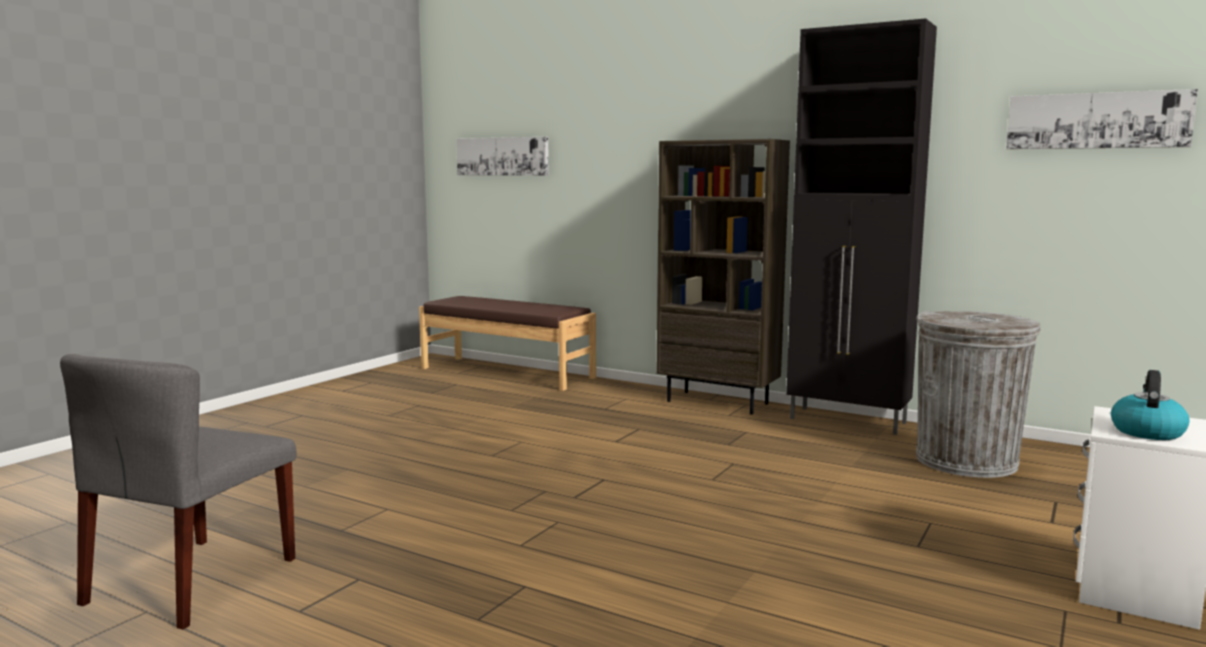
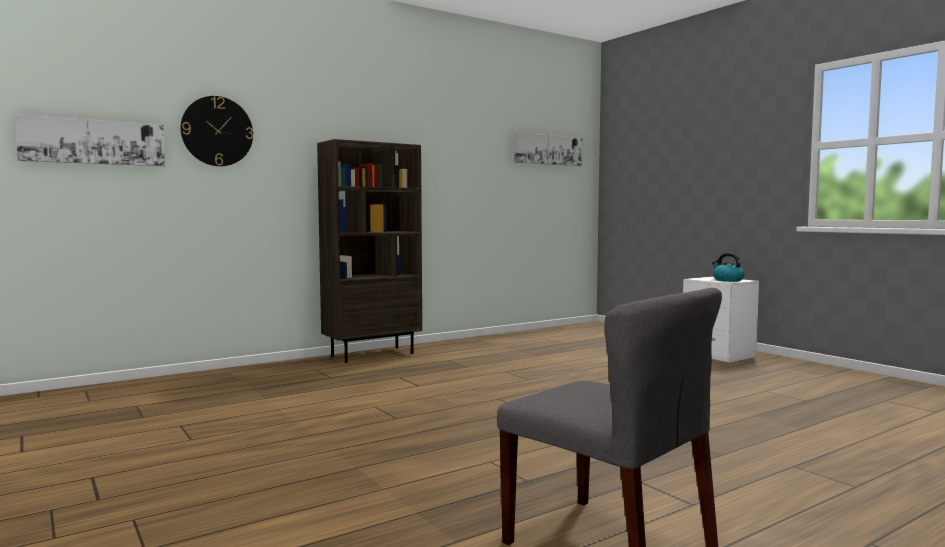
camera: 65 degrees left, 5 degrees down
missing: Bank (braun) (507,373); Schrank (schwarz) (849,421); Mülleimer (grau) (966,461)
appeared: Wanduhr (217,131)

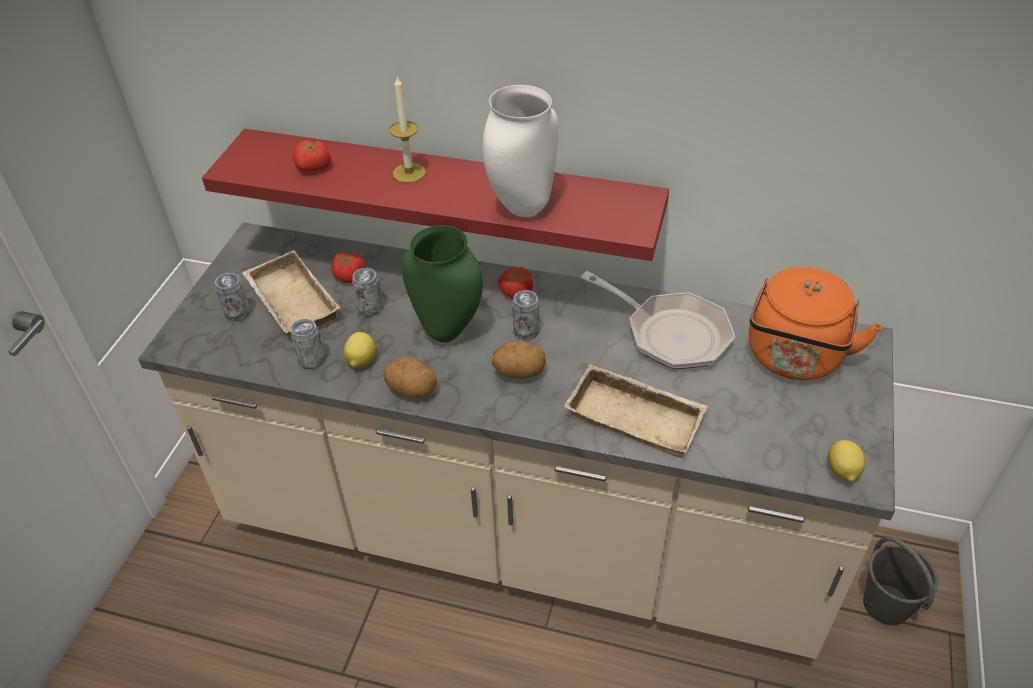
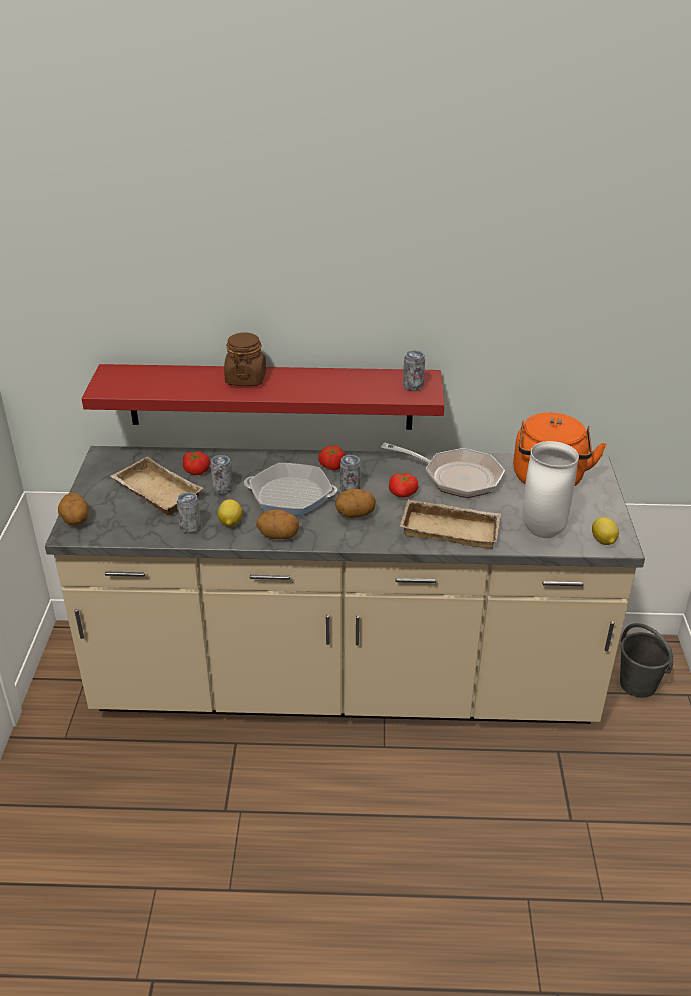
camera: 15 degrees left, 10 degrees down
appeared: Kartoffel (75,521)
relocated: Dose (238,313) to (413,386); Tomate (313,167) to (403,493); Vase (weiß) (523,209) to (543,532)
exchanged: Kerze (409,173) to Vorratsglas (braun) (246,379); Vase (grün) (449,330) to Pfanne (290,495)

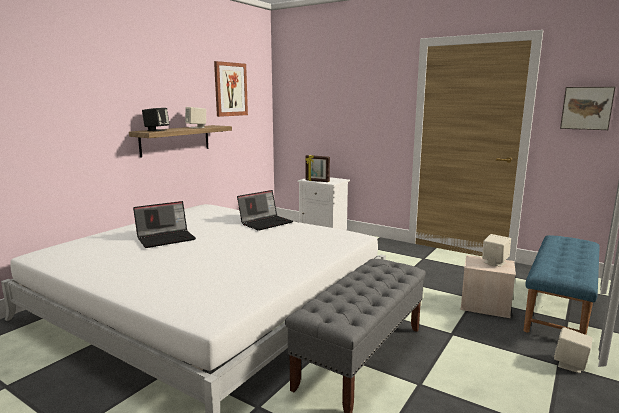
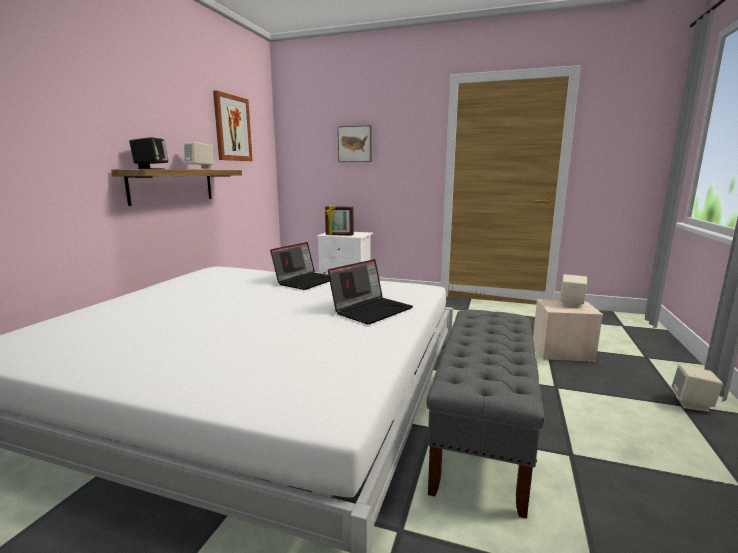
camera: 15 degrees left, 0 degrees up
missing: Bank (blau) (560,308)
relocated: Laptop (166,238) to (371,310); Bild (586,108) to (355,144)

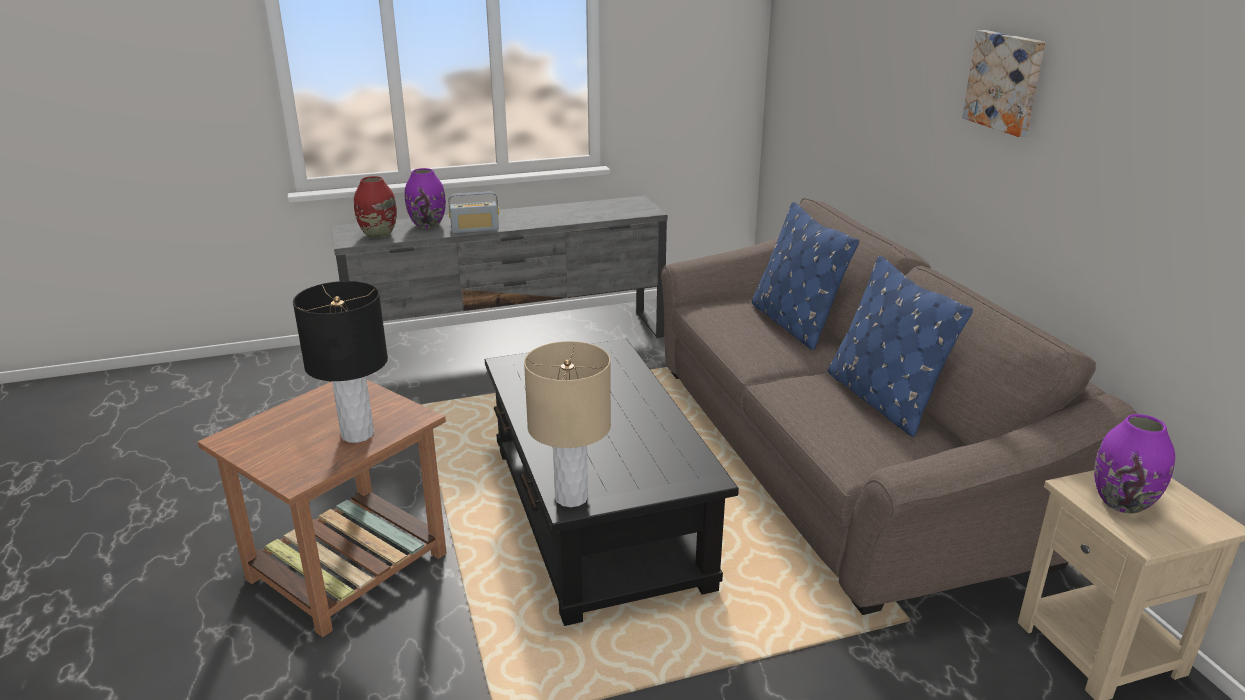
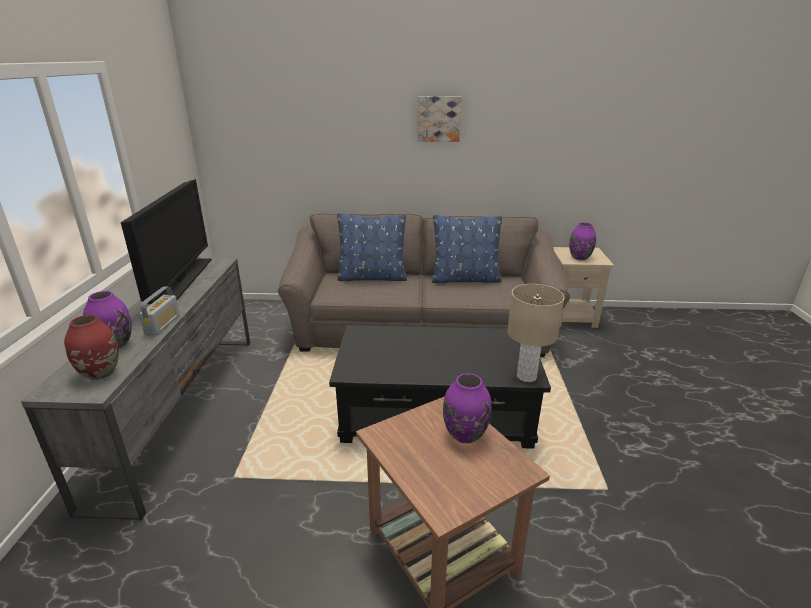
camera: 70 degrees left, 0 degrees up
appeared: Fernseher (181,282)
exchanged: Tischlampe (schwarz) (358,434) to Vase (lila) (464,434)

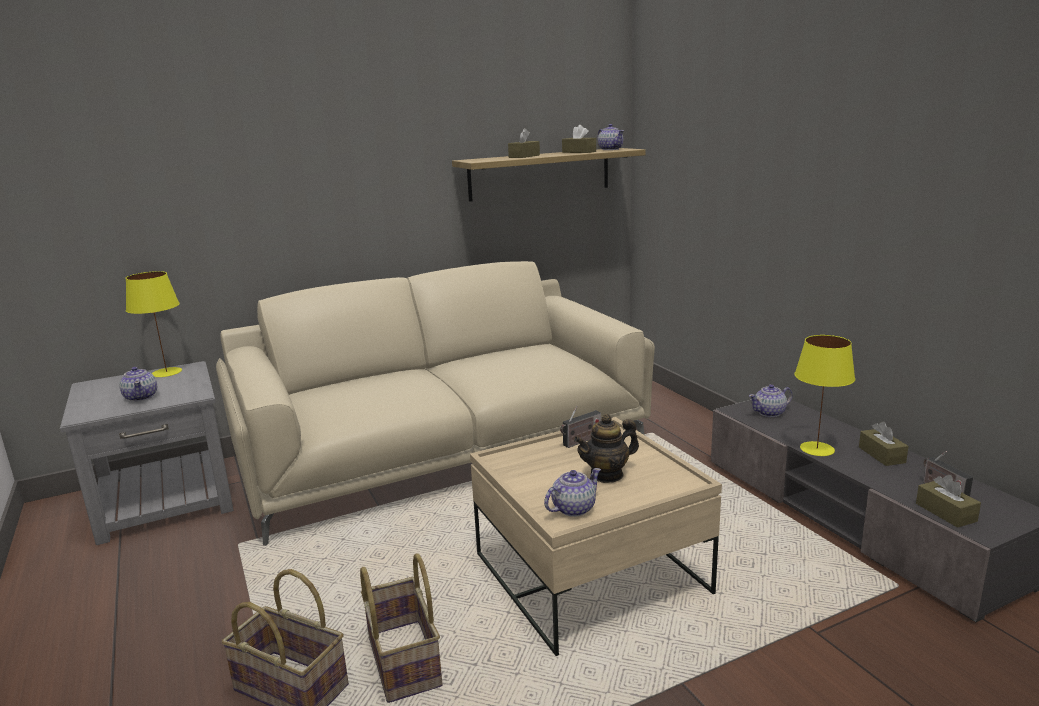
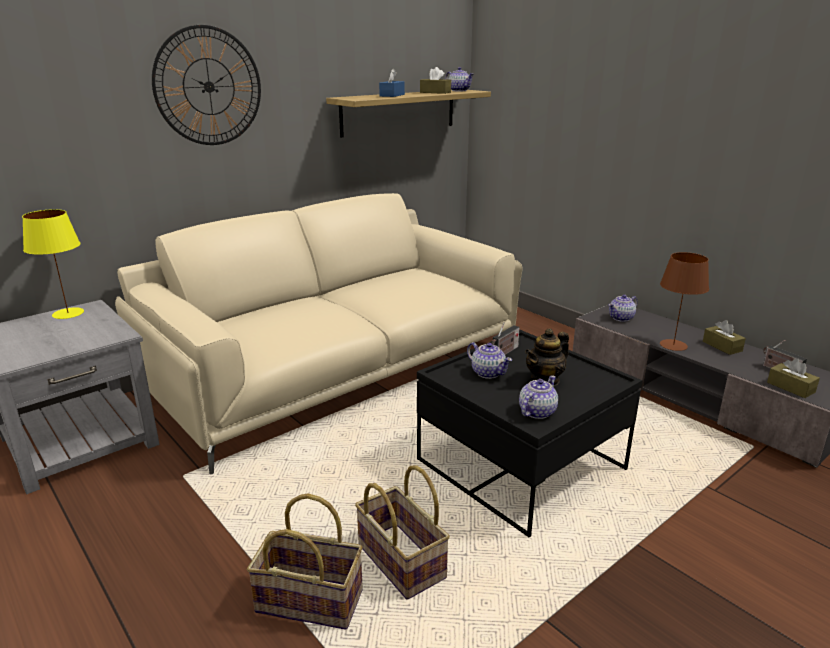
camera: 15 degrees left, 5 degrees up
appeared: Wanduhr (209,86)
relocated: Teekanne (141,397) to (488,373)
colour: Couchtisch (beige) (589,573) to Couchtisch (schwarz) (520,465); Taschentuchbox (braun) (524,156) to Taschentuchbox (blau) (392,95); Tischlampe (gelb) (816,448) to Tischlampe (braun) (673,345)

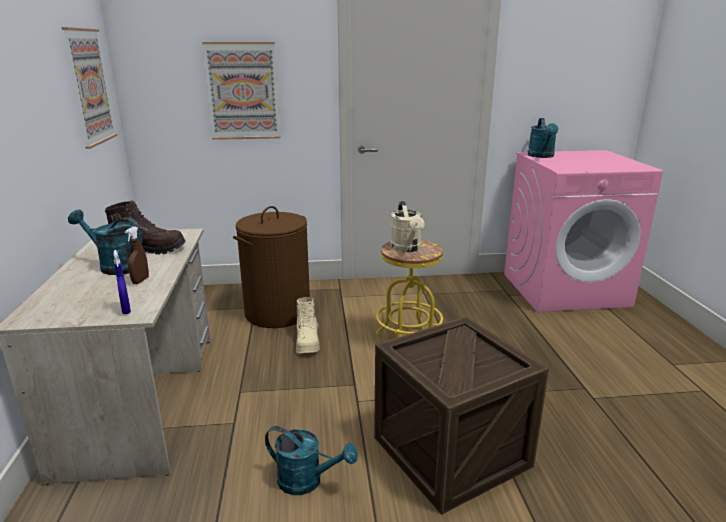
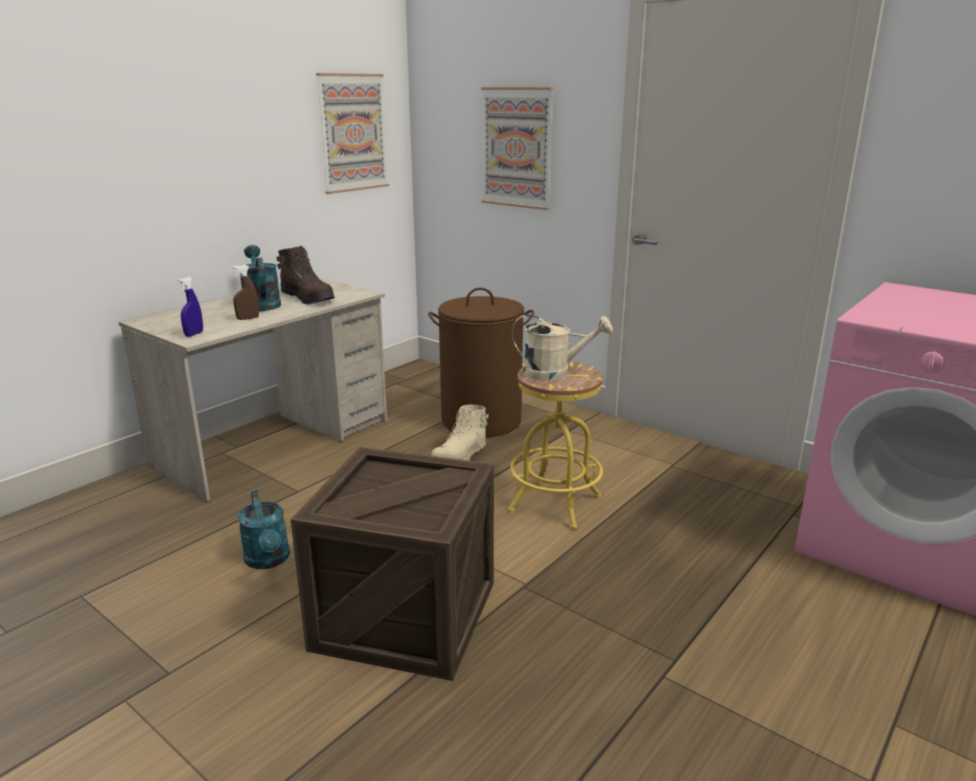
camera: 45 degrees right, 0 degrees up
missing: Gießkanne (türkis) (542,156)
spun: Gießkanne (beige) (407,249) = (555,373) 120 degrees counterclockwise

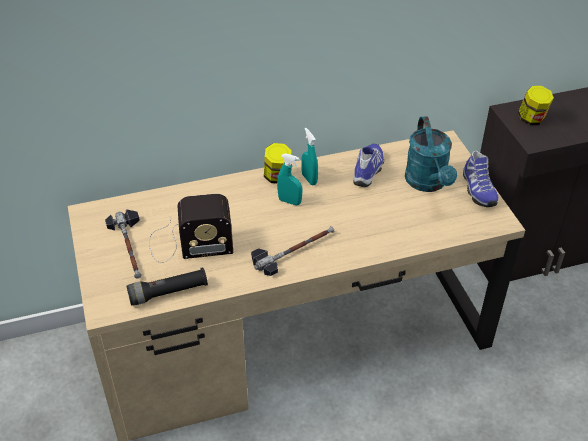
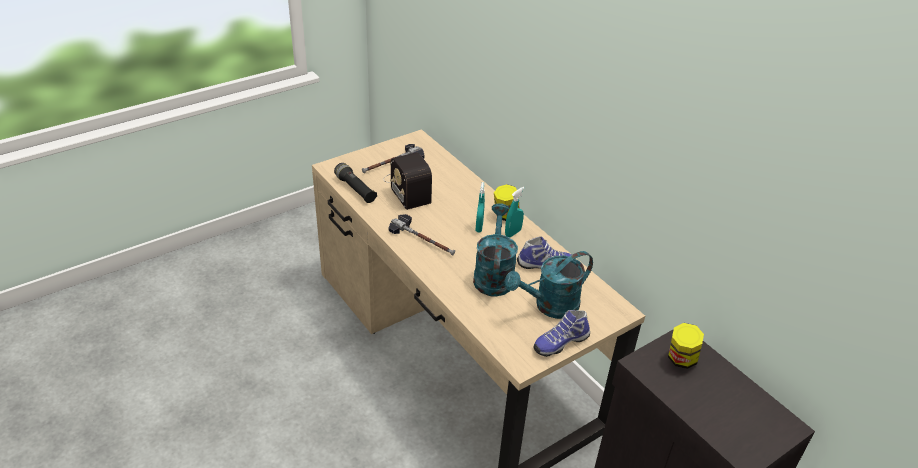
camera: 70 degrees right, 5 degrees down
appeared: Gießkanne (türkis) (493,275)

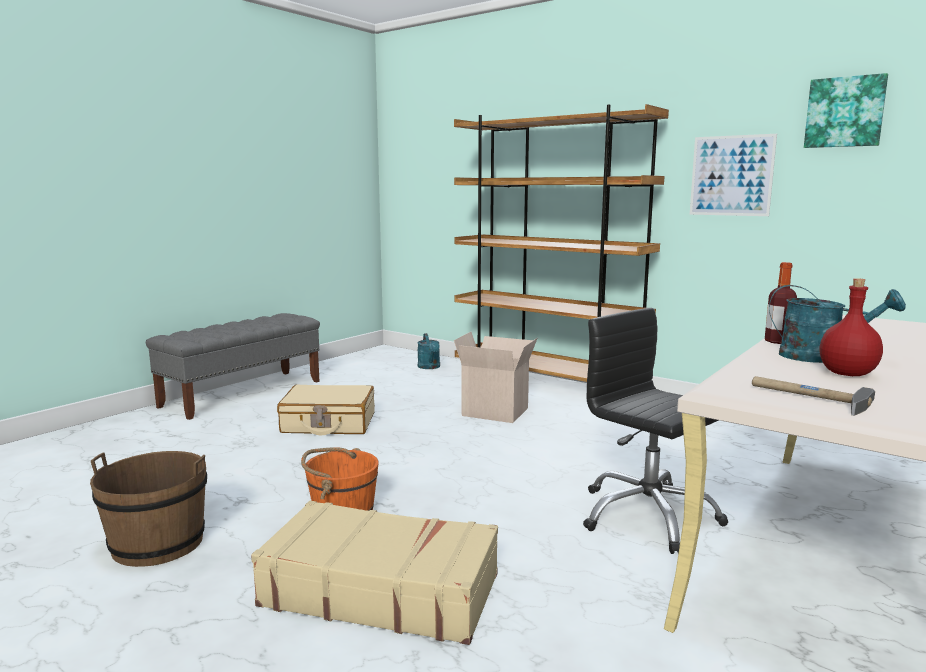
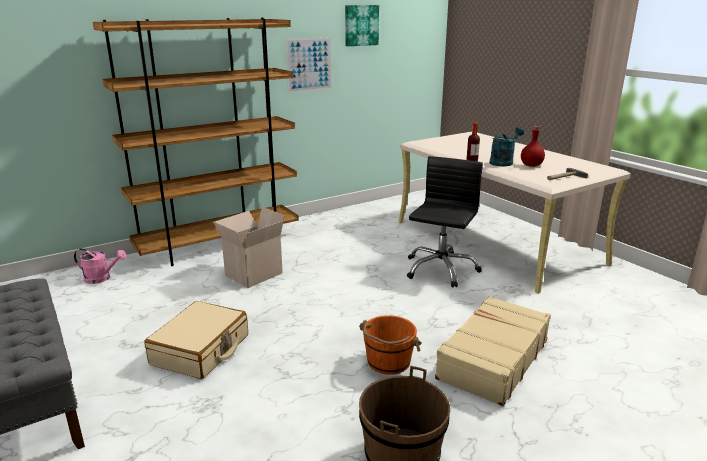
camera: 70 degrees left, 10 degrees up
colour: Gießkanne (türkis) (430,367) to Gießkanne (rosa) (102,278)
spun: Bürostuhl (schwarz) (647,516) = (440,269) 135 degrees clockwise

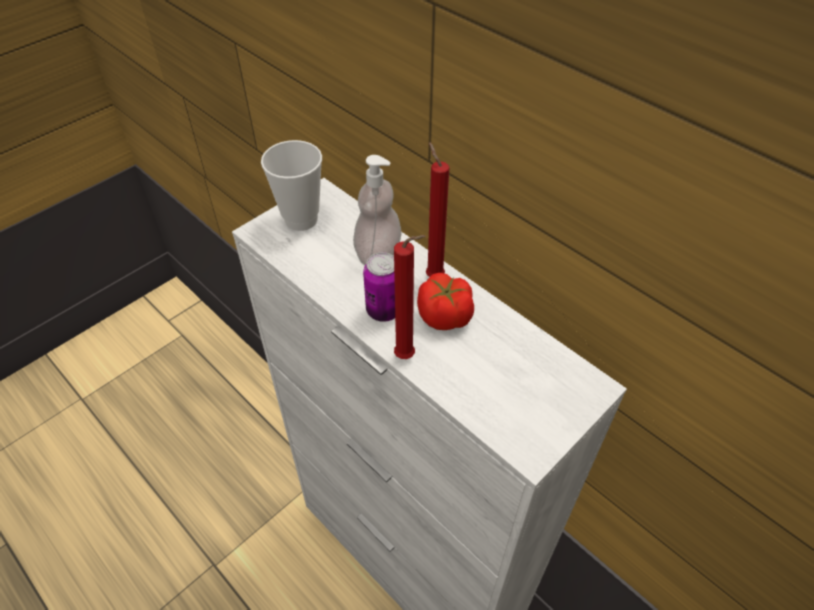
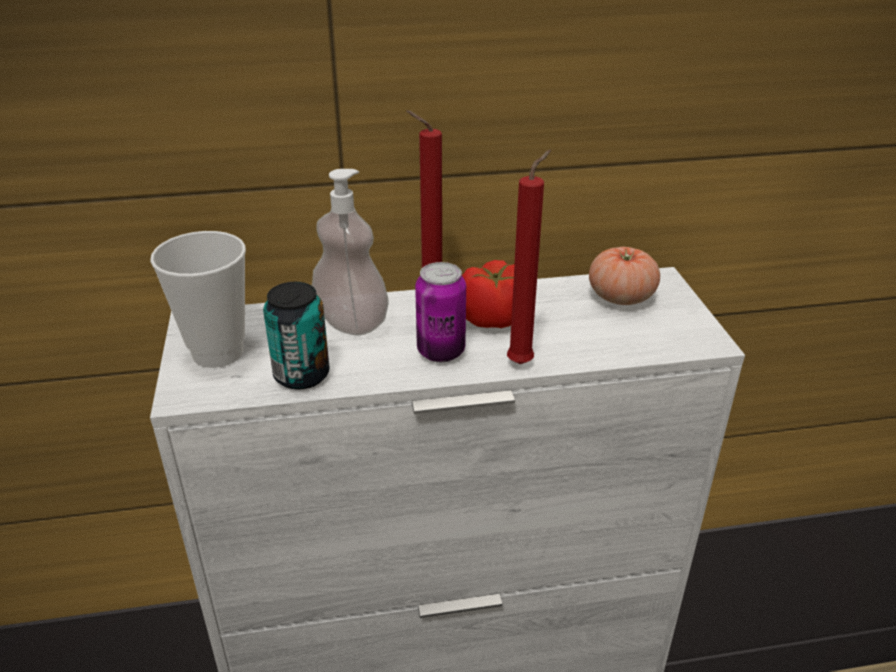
camera: 55 degrees left, 15 degrees down
appeared: Dose (301,375); Tomate (621,297)

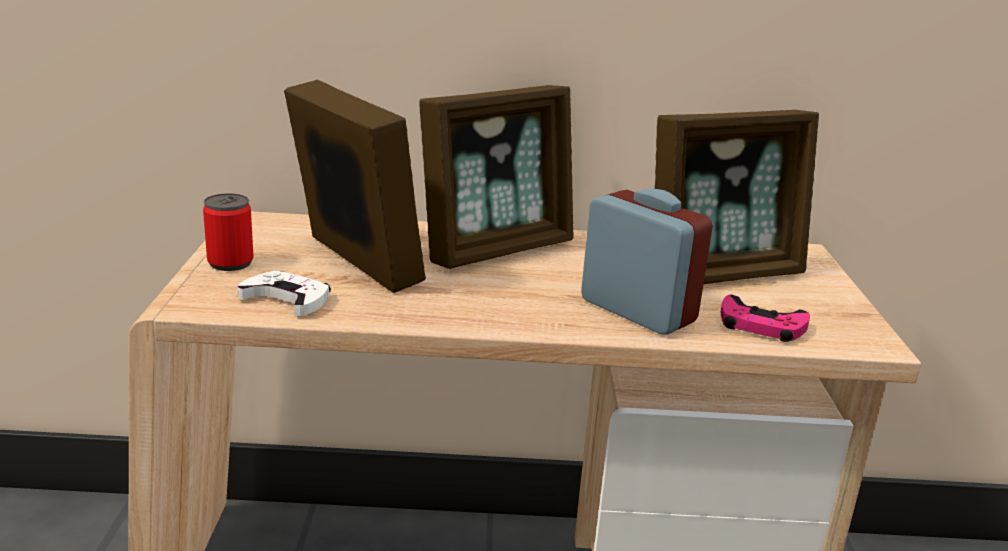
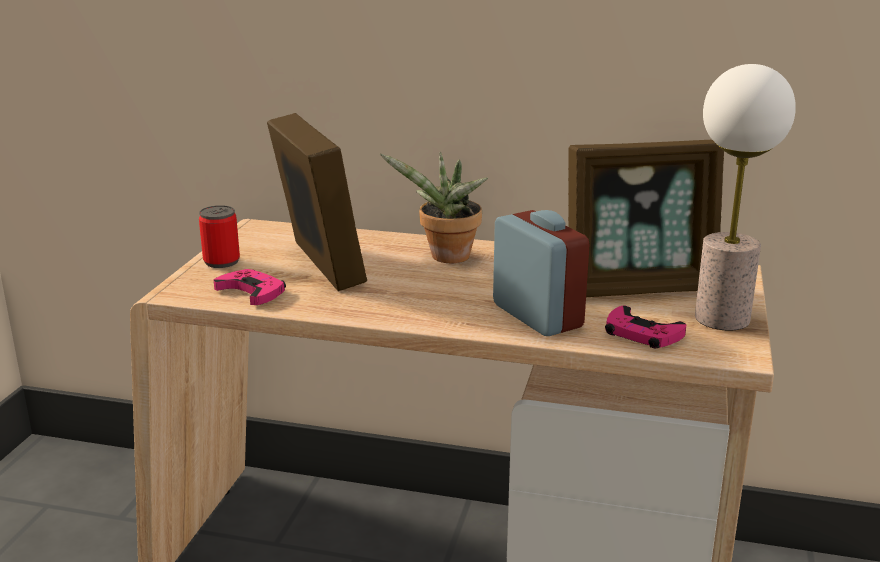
camera: 15 degrees right, 0 degrees up
appeared: Tischlampe (721,319)
exchanged: Bilderrahmen (497,249) to Topfpflanze (446,258)
colour: Gamepad (weiß) (287,299) to Gamepad (rosa) (252,292)

